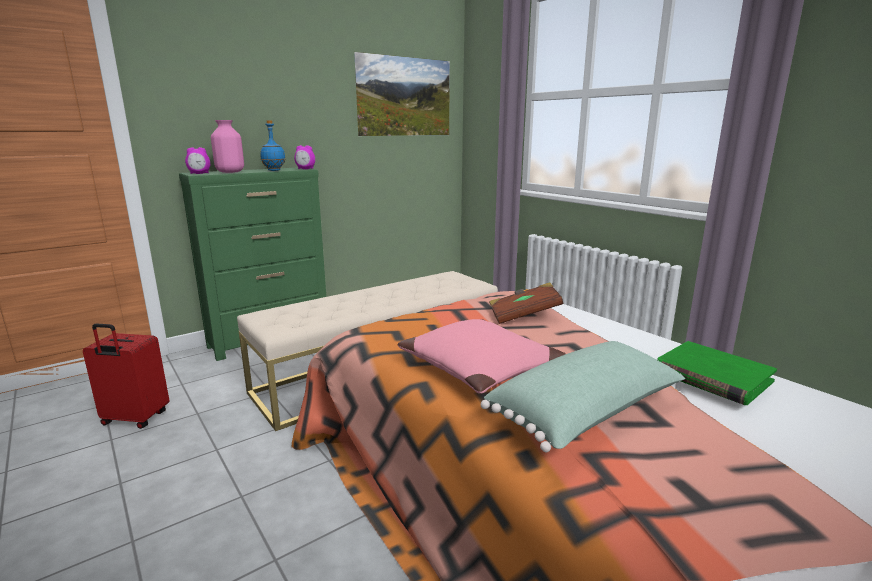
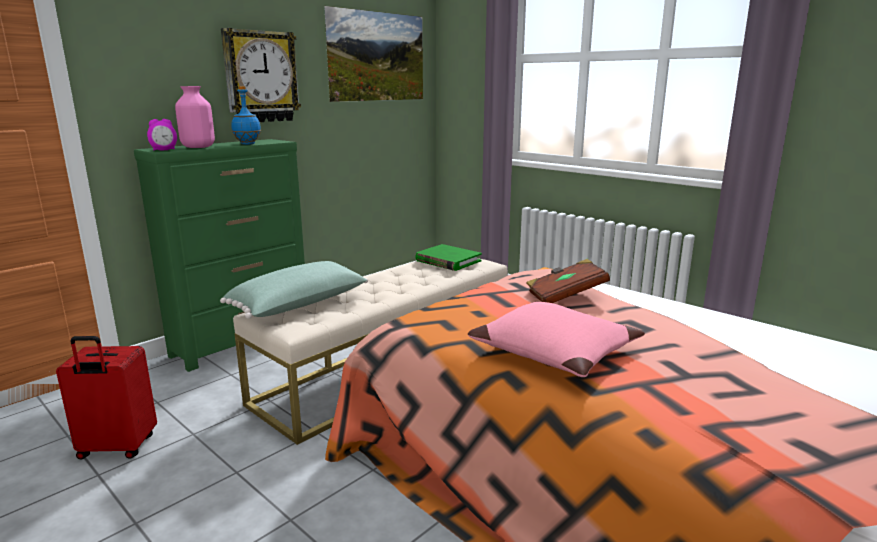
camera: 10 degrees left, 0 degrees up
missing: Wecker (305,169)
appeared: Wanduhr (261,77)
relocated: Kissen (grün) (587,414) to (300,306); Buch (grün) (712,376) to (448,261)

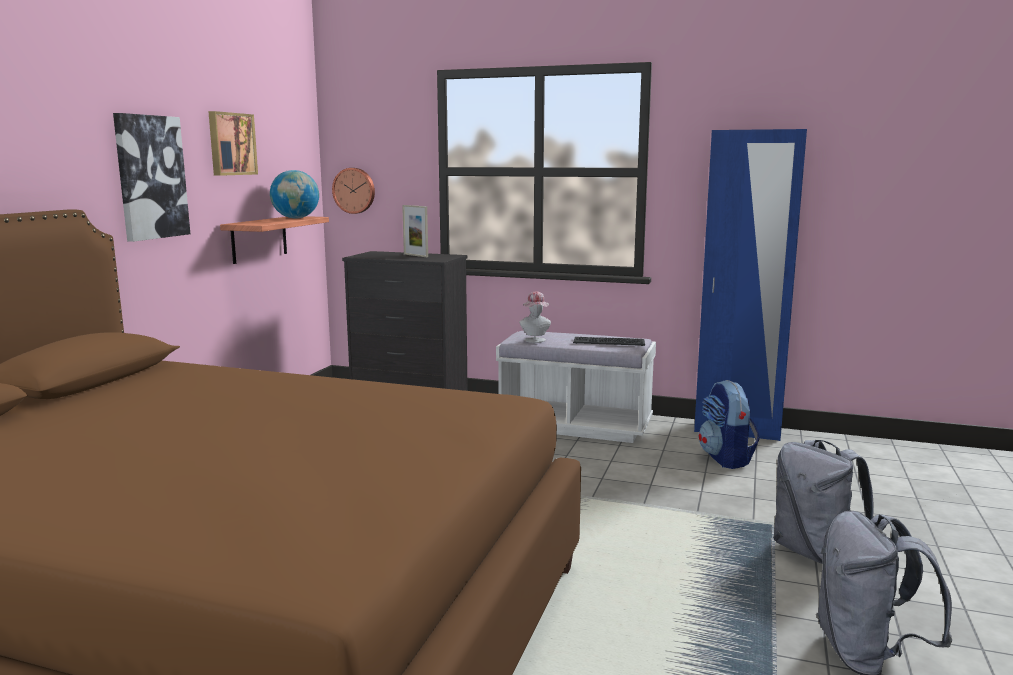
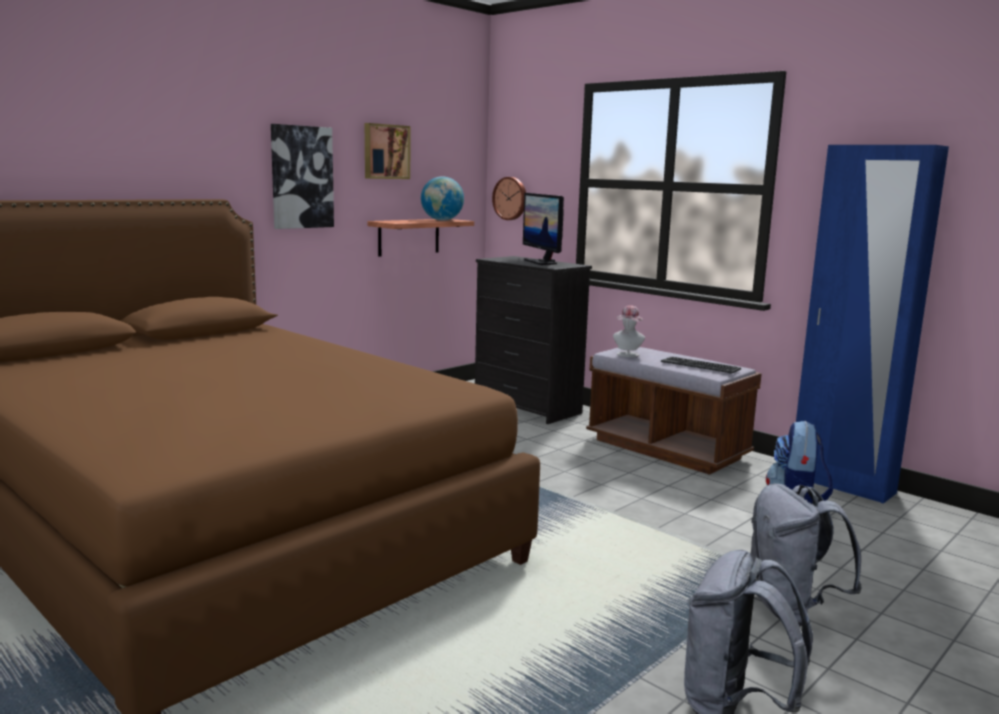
camera: 25 degrees right, 0 degrees up
exchanged: Bilderrahmen (415,255) to Monitor (542,262)
colour: Bank (weiß) (575,426) to Bank (braun) (666,449)

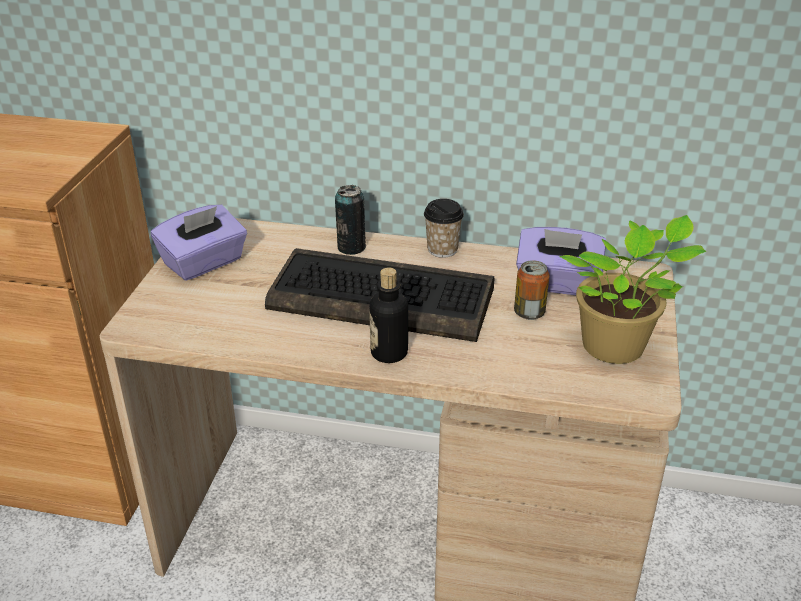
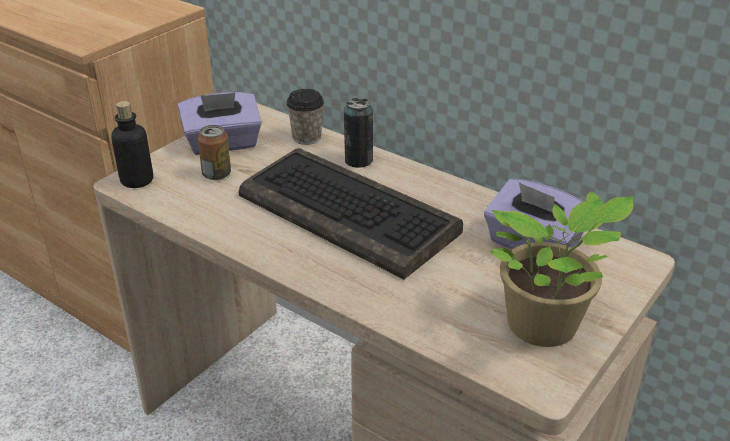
camera: 25 degrees right, 0 degrees up
relocated: Flasche (389,353) to (137,180); Tasse (442,250) to (306,138); Dose (529,313) to (217,174)

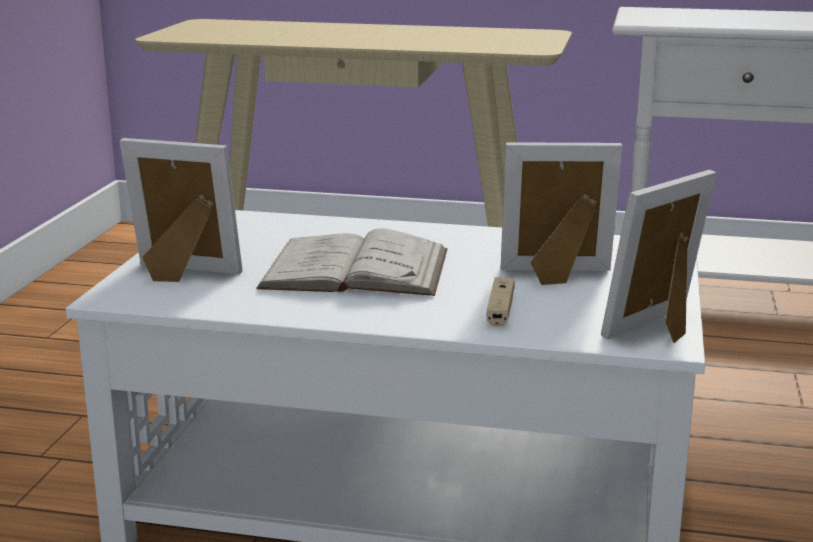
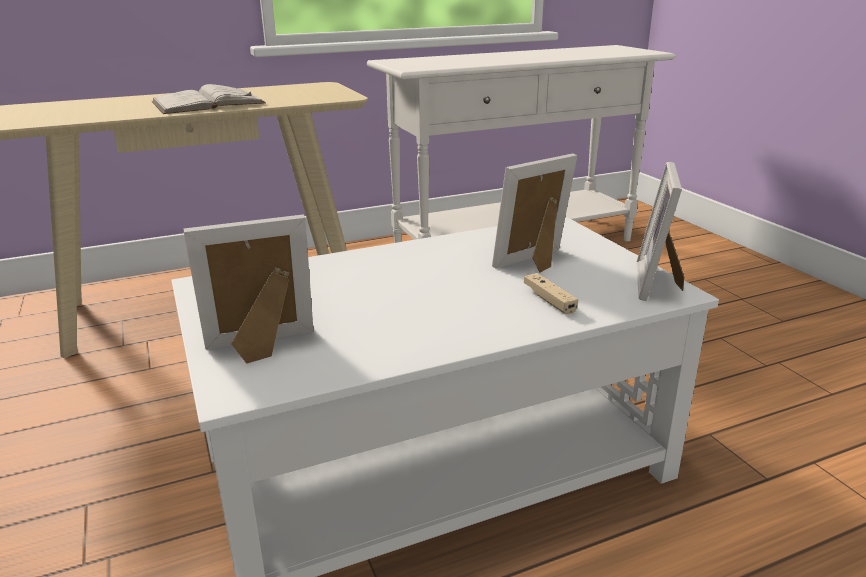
camera: 35 degrees left, 5 degrees up
relocated: Buch (weiß) (356,269) to (208,102)

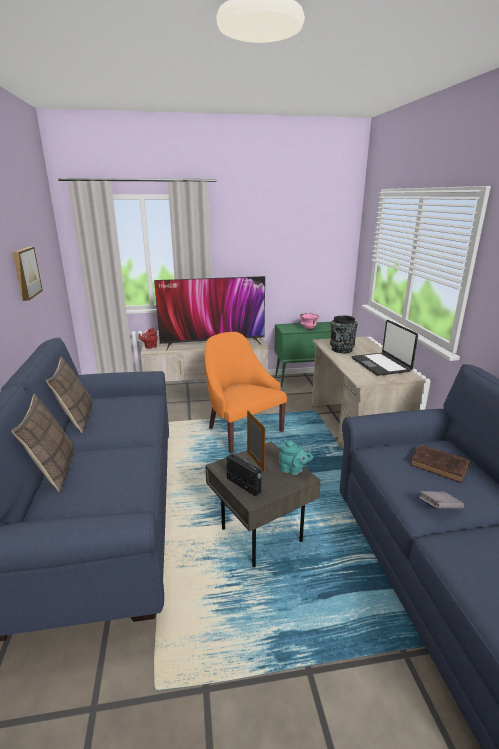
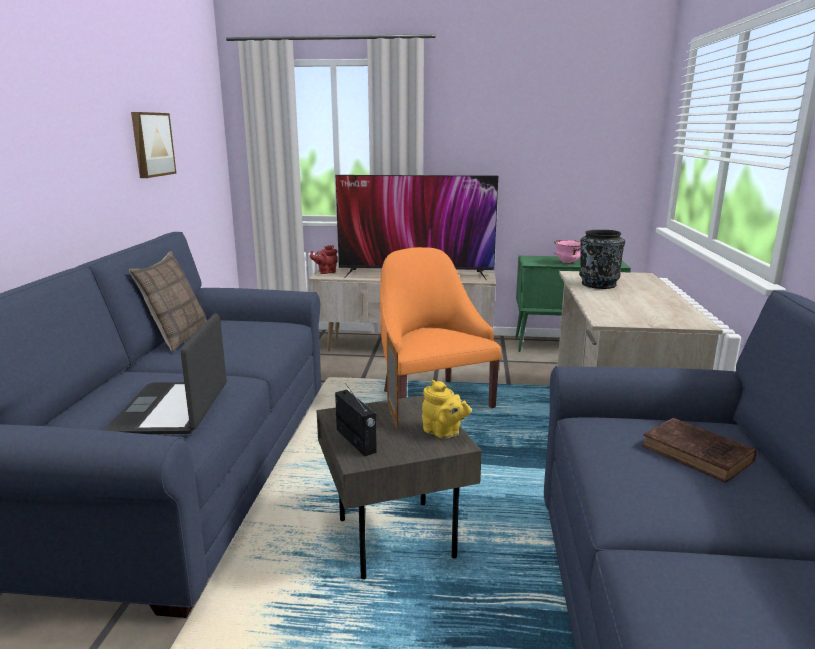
camera: 15 degrees right, 5 degrees down
missing: Kissen (54,470); Buch (grau) (439,508)
relocated: Laptop (381,365) to (173,409)
colour: Teekanne (türkis) (293,470) to Teekanne (gelb) (443,433)

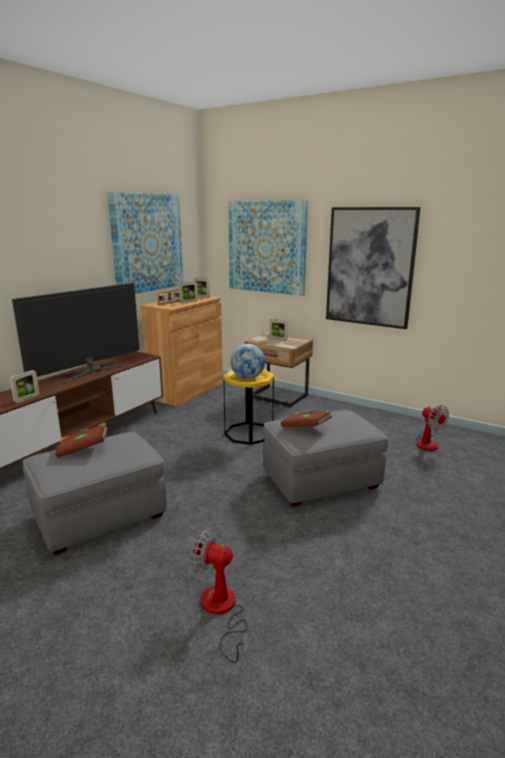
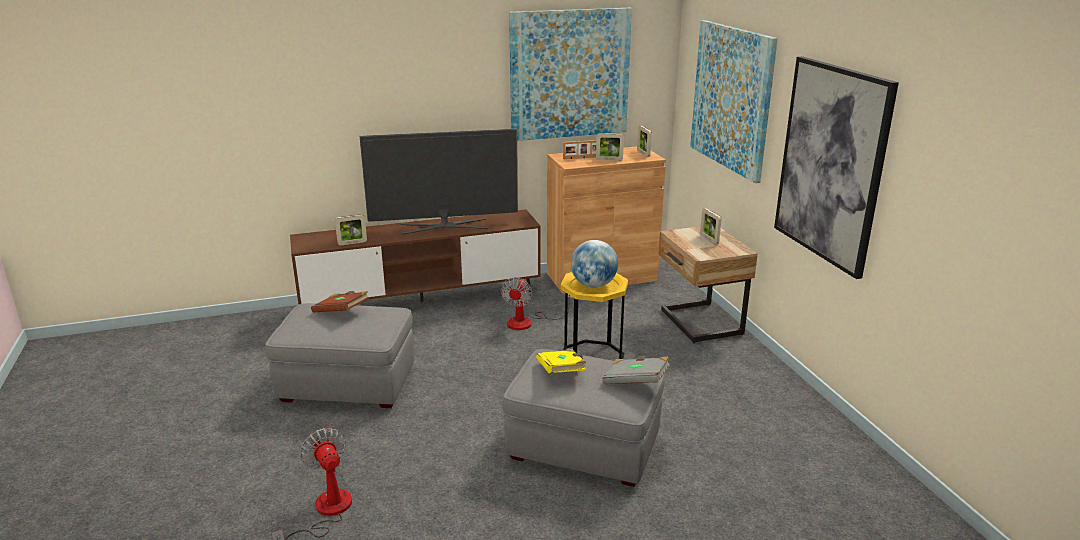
camera: 40 degrees right, 5 degrees up
appeared: Buch (grau) (636,381)
relocated: Ventilator (428,442) to (528,322)
colour: Buch (braun) (306,427) to Buch (gelb) (561,372)

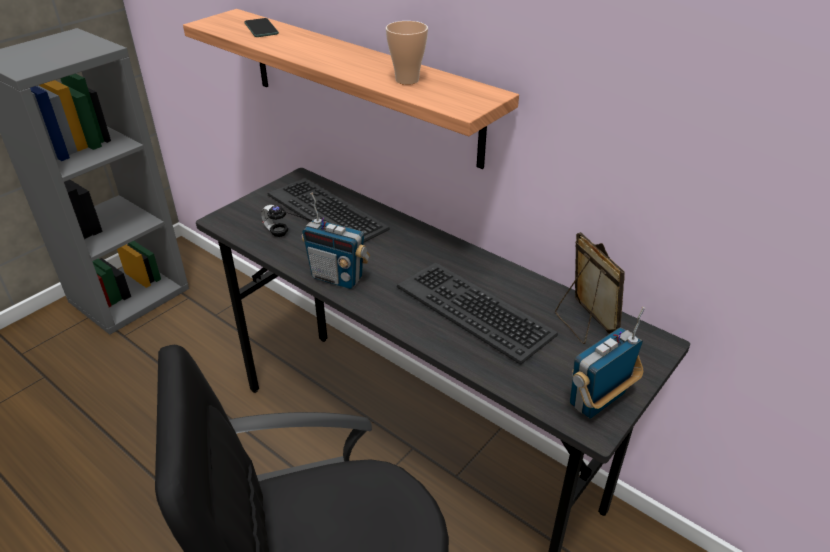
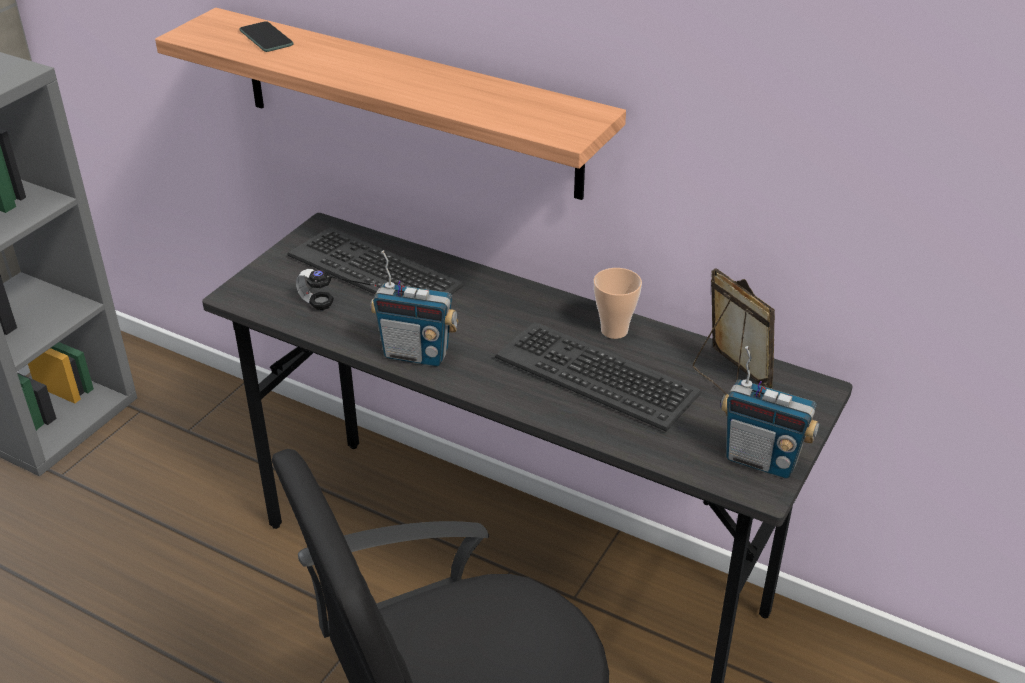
camera: 10 degrees left, 0 degrees up
relocated: Tasse (407,80) to (614,330)
spun: Radio (598,400) = (761,460) 105 degrees counterclockwise

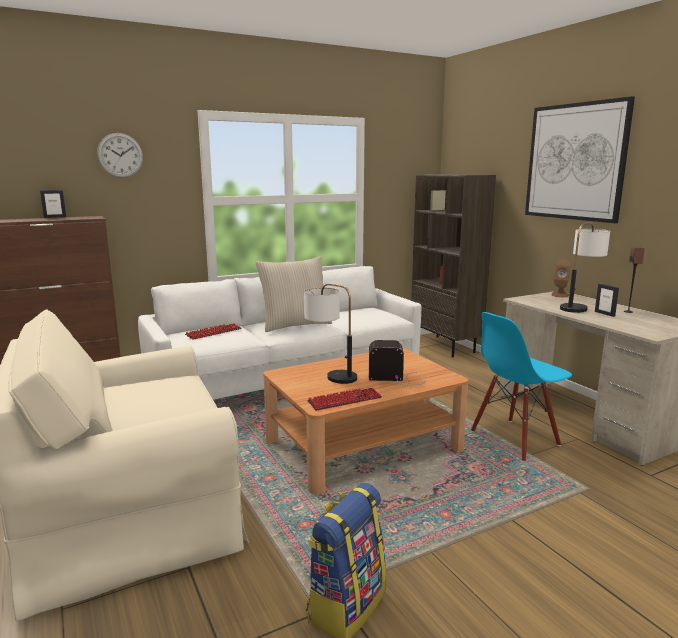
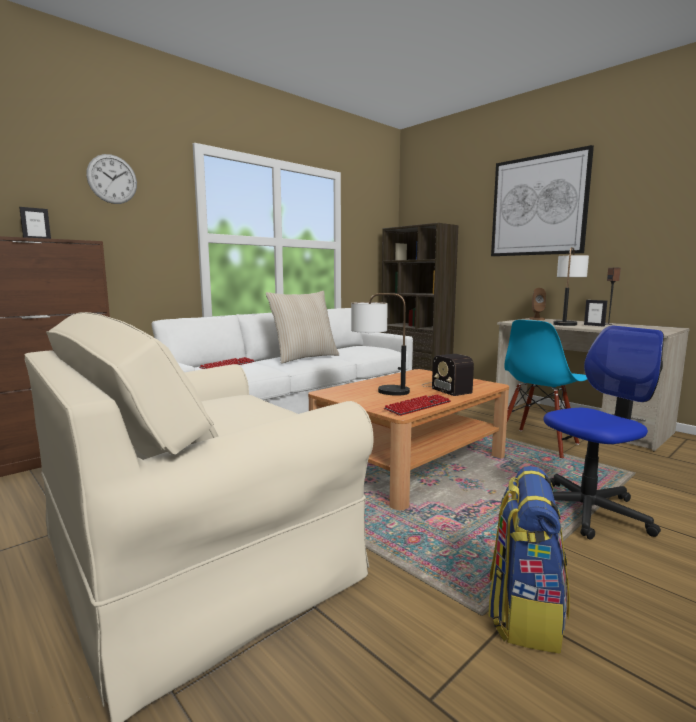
camera: 15 degrees left, 5 degrees down
appeared: Bürostuhl (588,511)
spun: Radio (398,377) = (445,388) 105 degrees counterclockwise

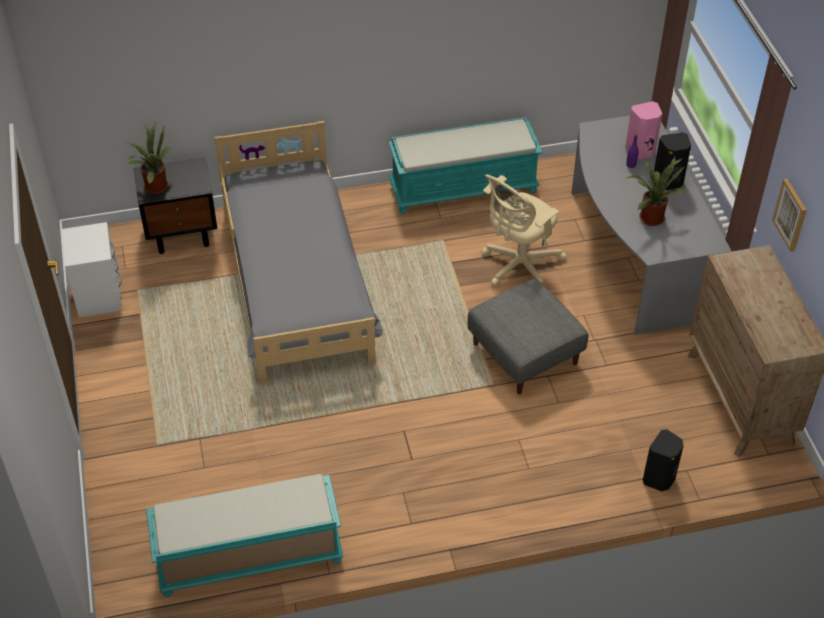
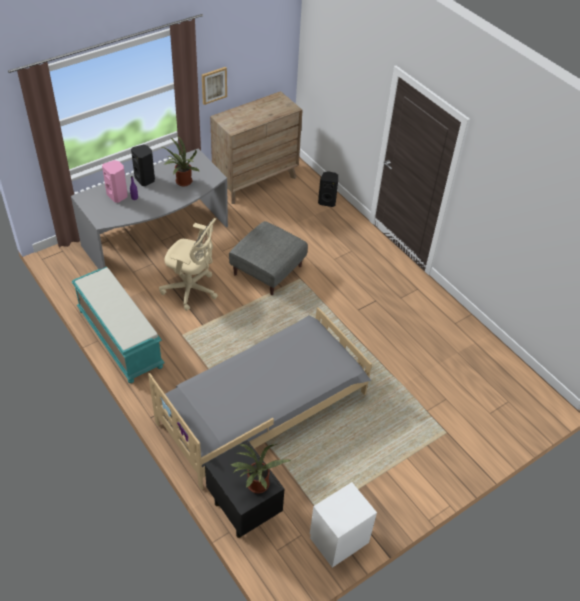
camera: 115 degrees left, 0 degrees up
missing: Bank (türkis) (248,557)

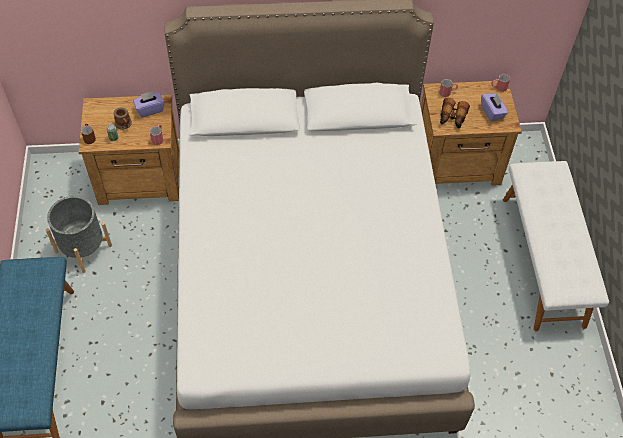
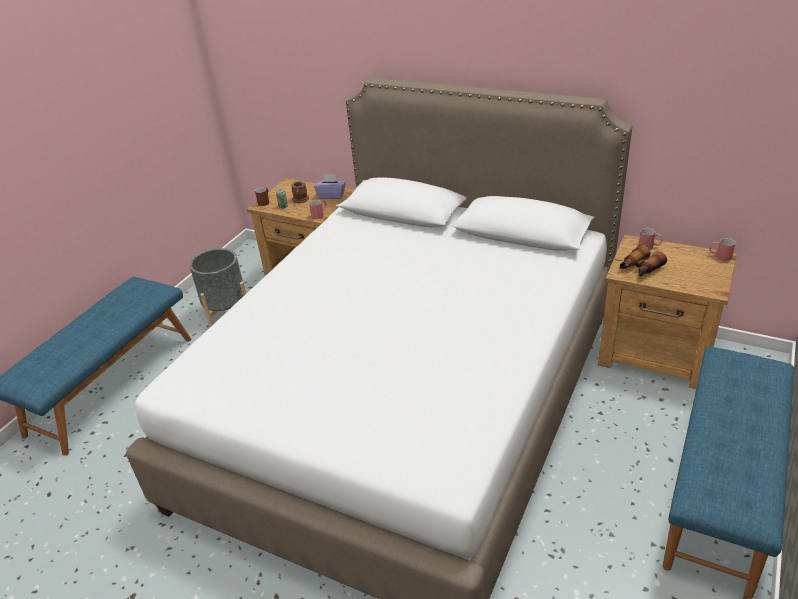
camera: 35 degrees right, 20 degrees down
missing: Taschentuchbox (lila) (492,112)
colour: Bank (weiß) (543,260) to Bank (blau) (722,489)

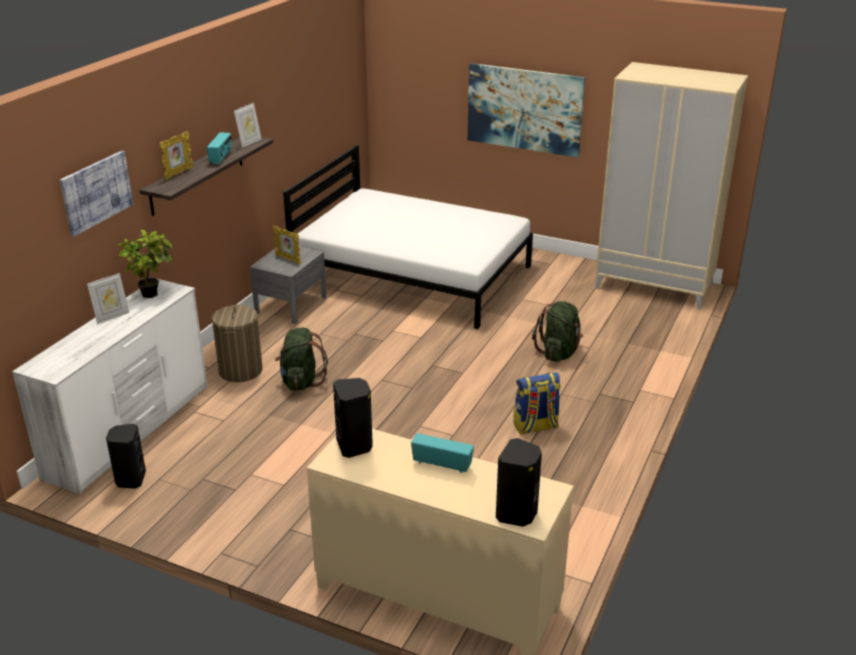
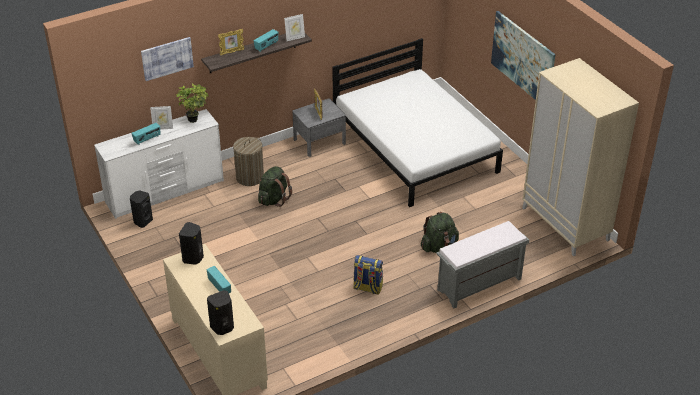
camera: 35 degrees right, 10 degrees up
appeared: Radio (147,139); Bank (grau) (478,285)

